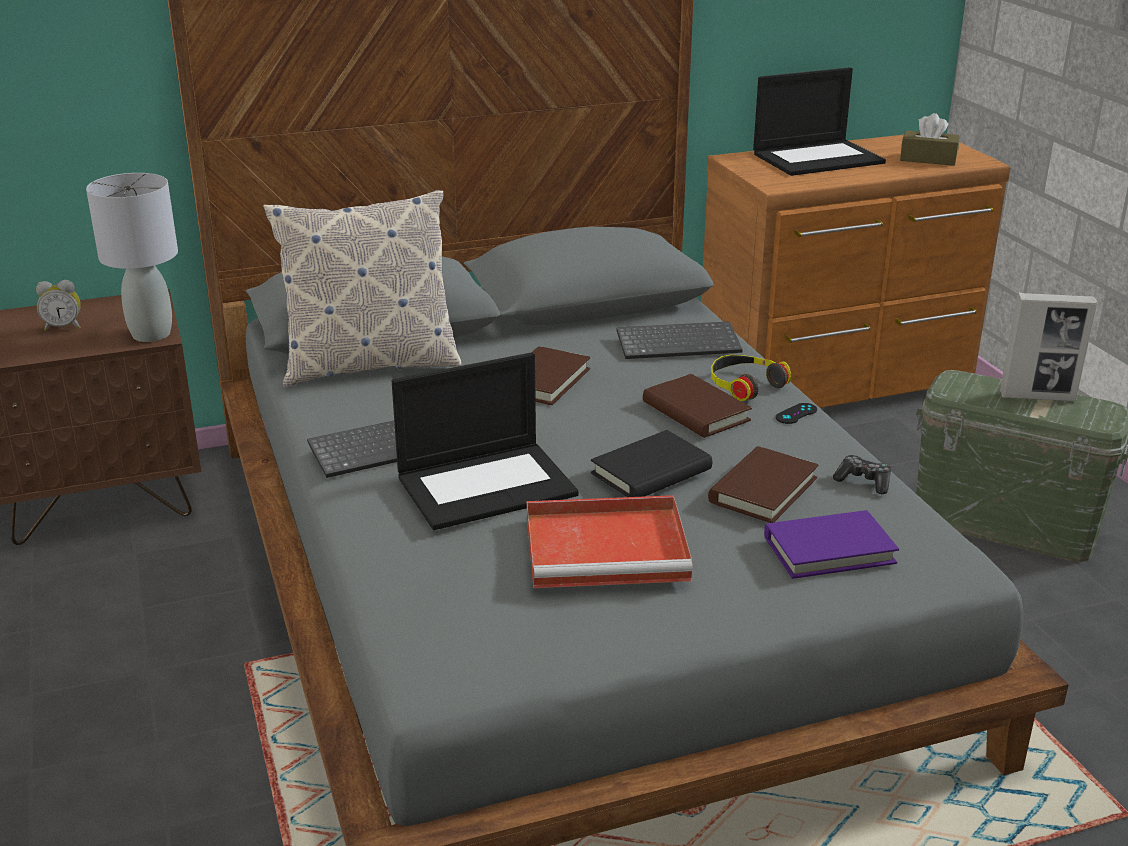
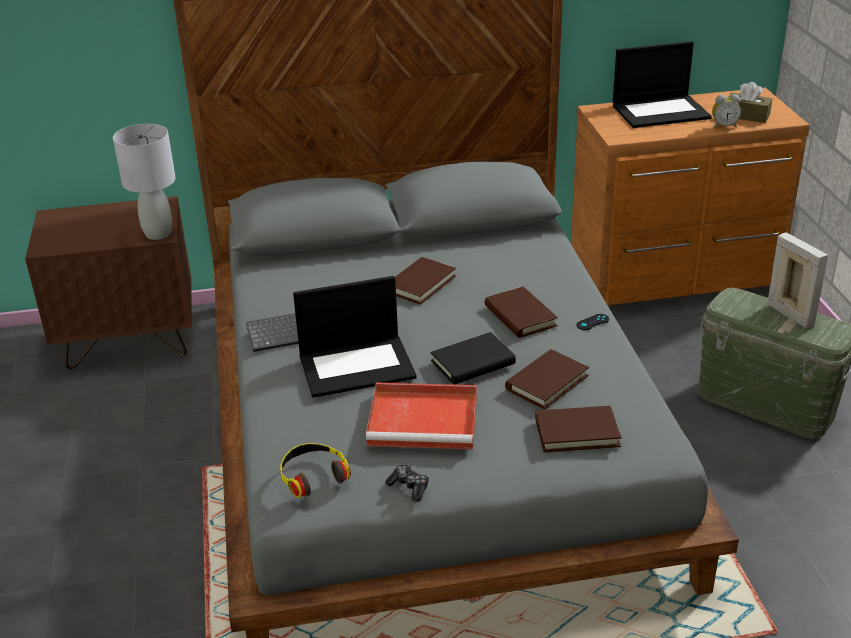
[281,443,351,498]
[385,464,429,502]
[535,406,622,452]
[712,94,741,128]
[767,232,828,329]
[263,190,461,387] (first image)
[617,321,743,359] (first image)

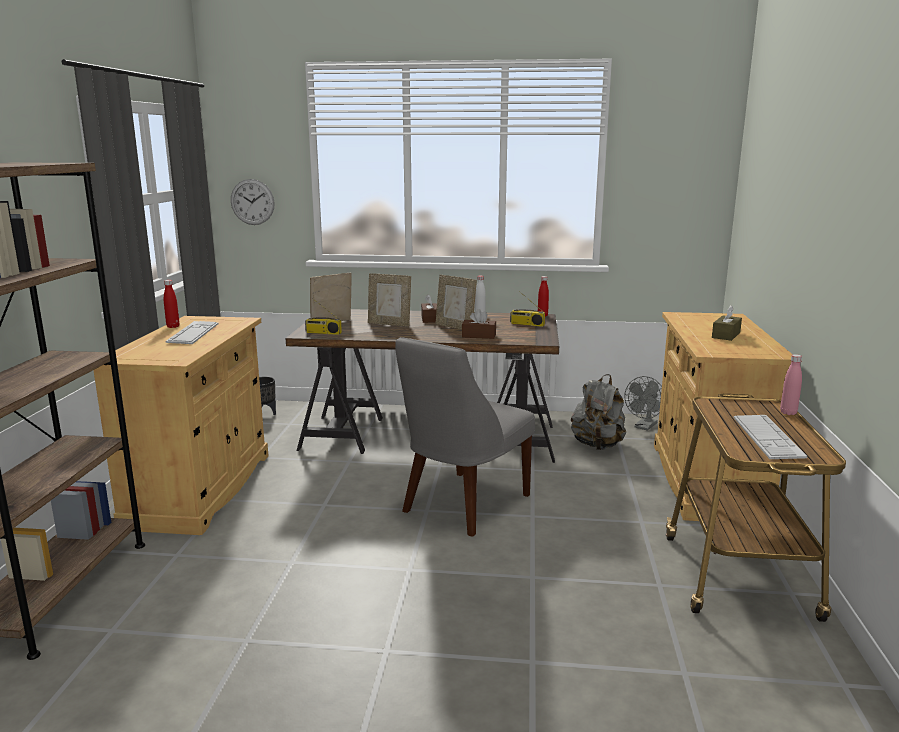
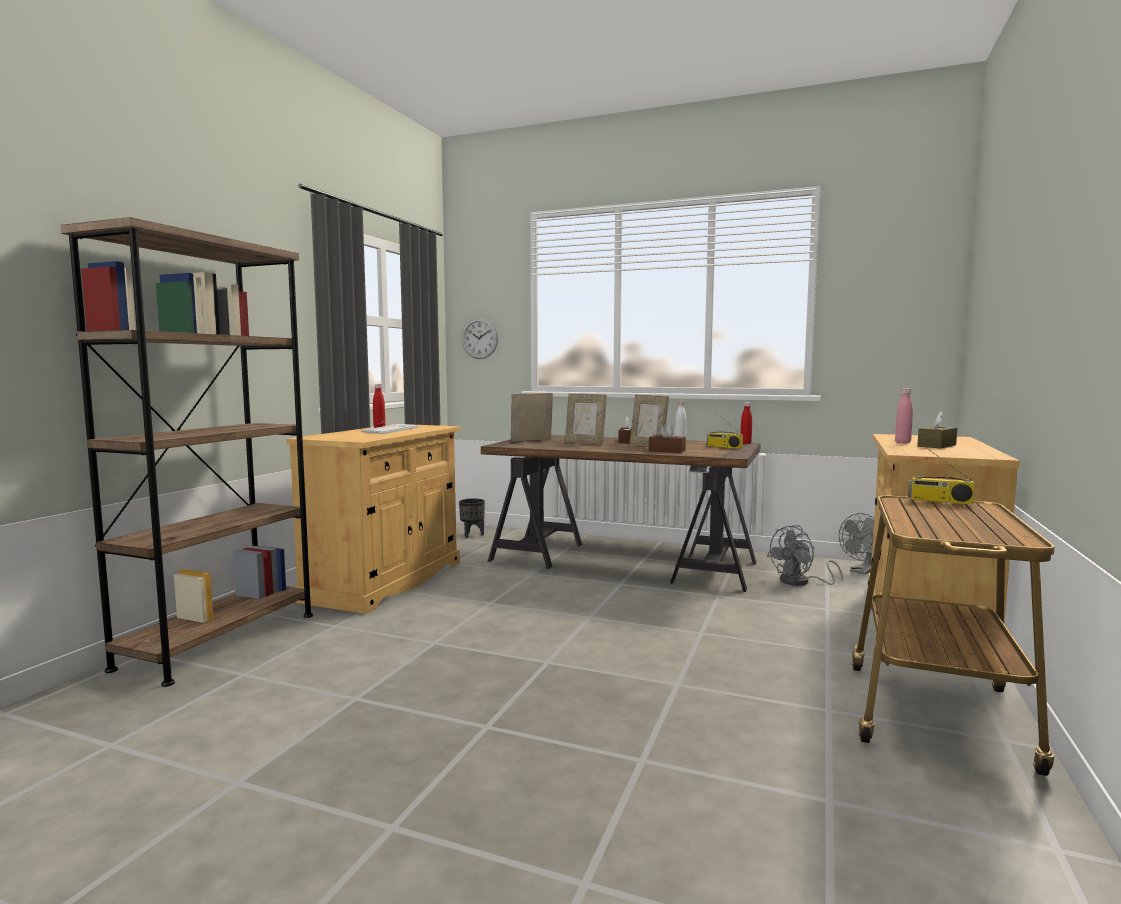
[767,525,843,586]
[895,389,913,443]
[908,446,975,504]
[395,337,535,537] (first image)
[734,415,807,459] (first image)

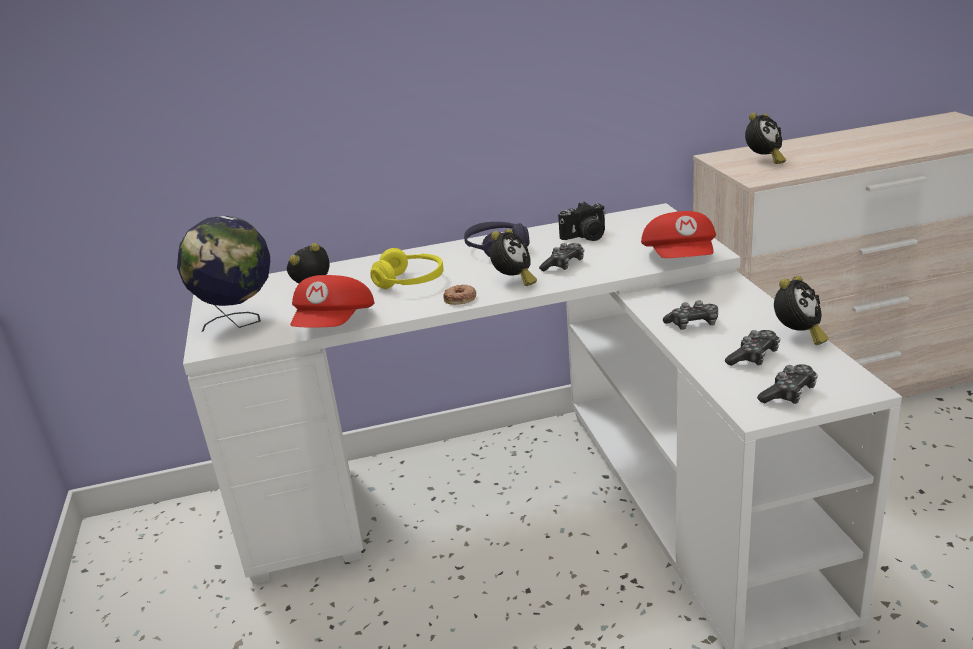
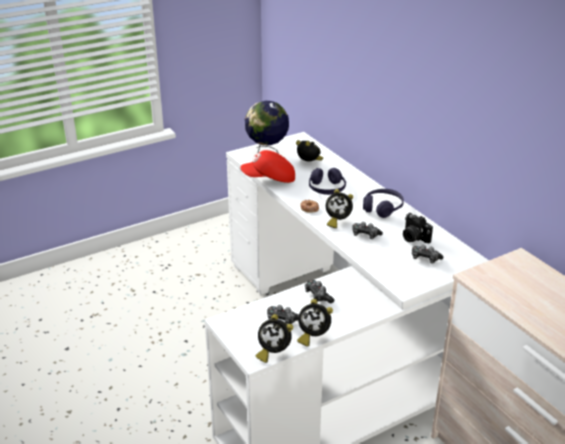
[255,314,293,363]
[309,168,346,195]
[412,245,443,263]
[641,211,716,258] (first image)

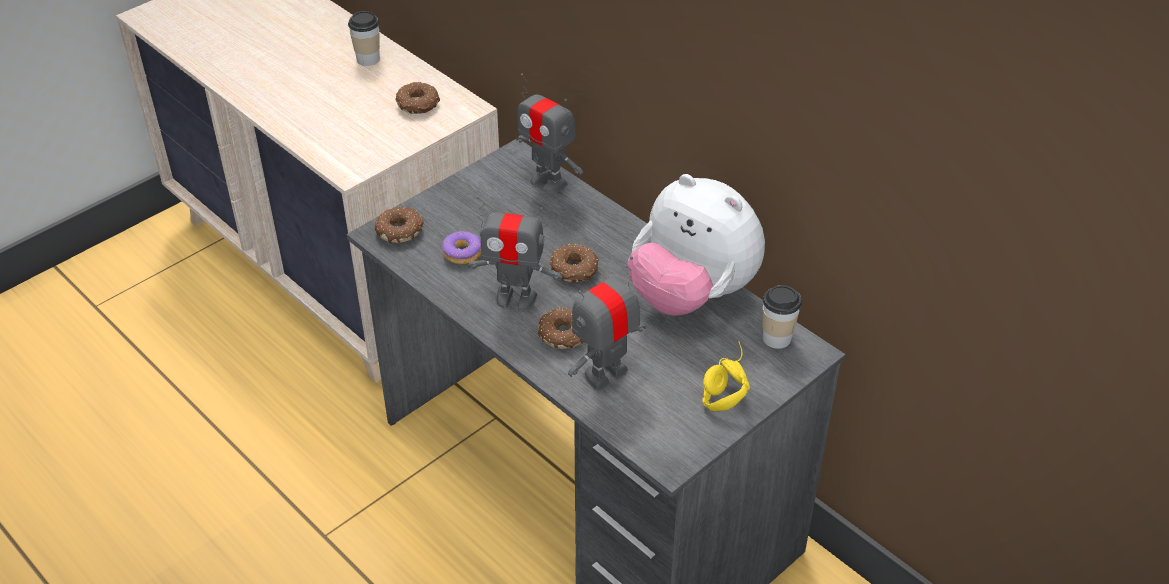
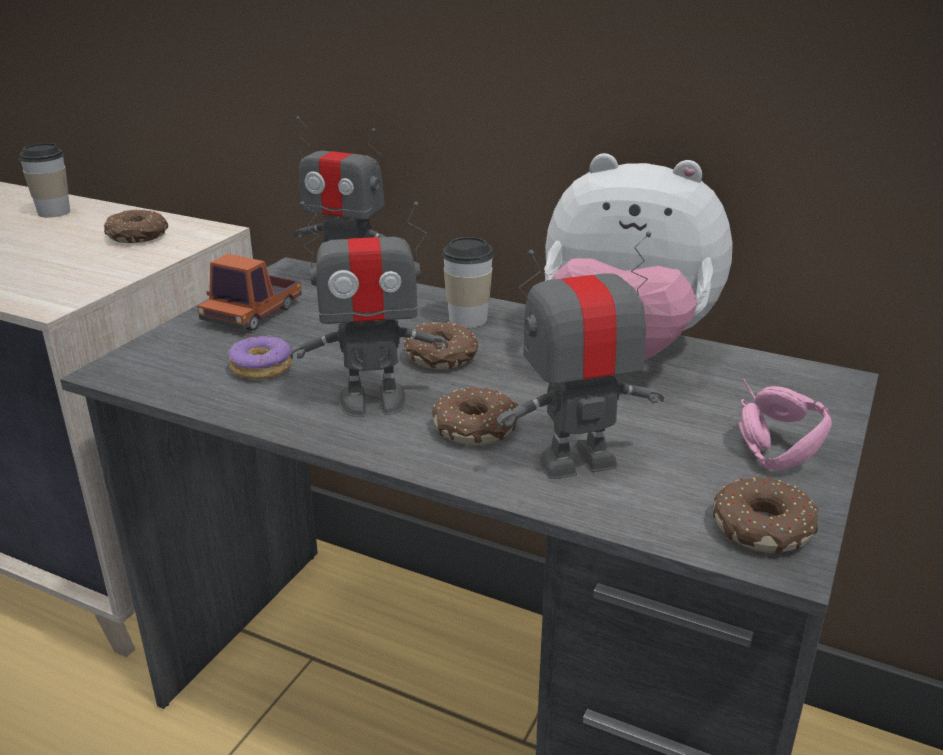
[198,254,302,331]
[442,237,494,328]
[497,231,664,479]
[713,476,819,554]
[738,379,832,471]

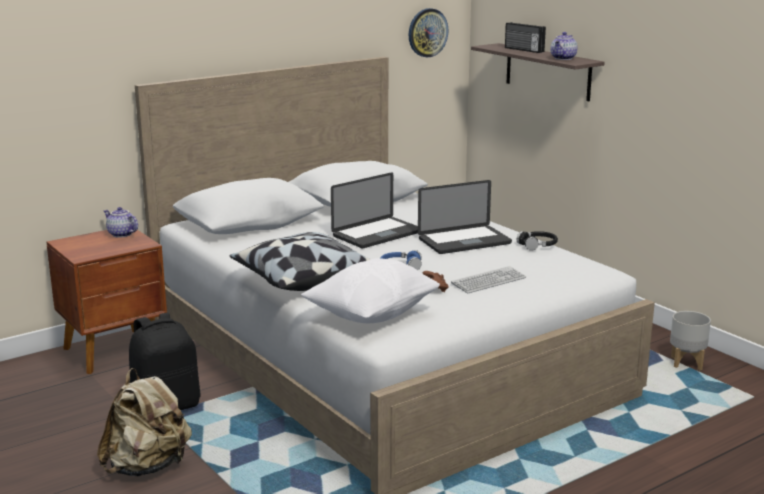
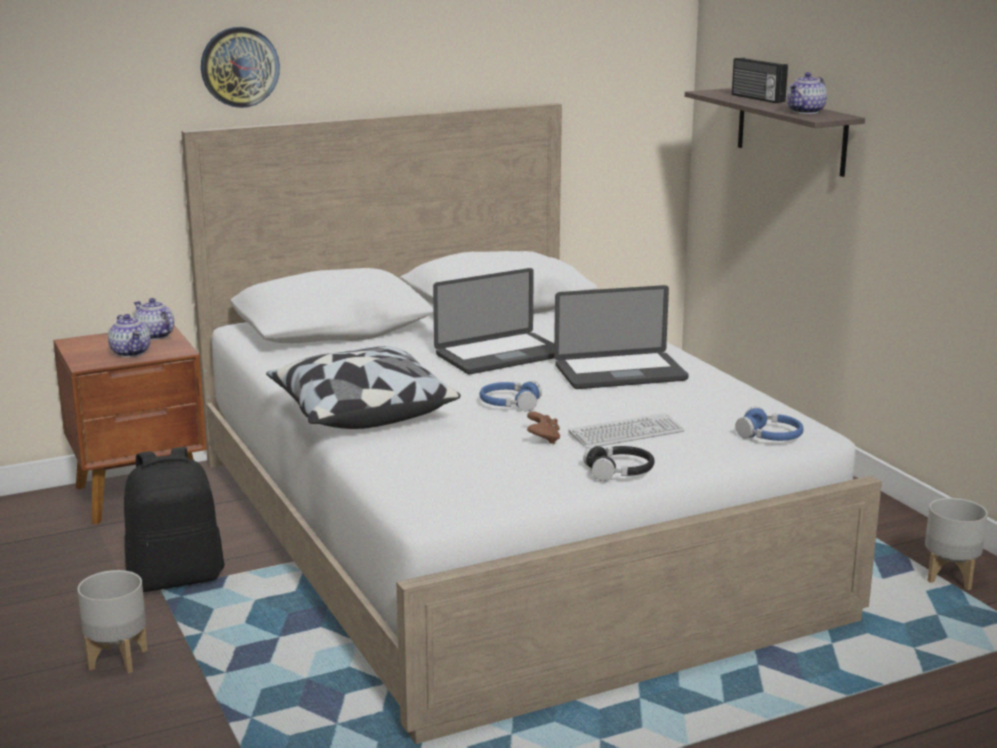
[77,570,148,673]
[108,314,151,357]
[201,27,280,108]
[583,445,654,481]
[736,407,804,441]
[301,258,440,323] (first image)

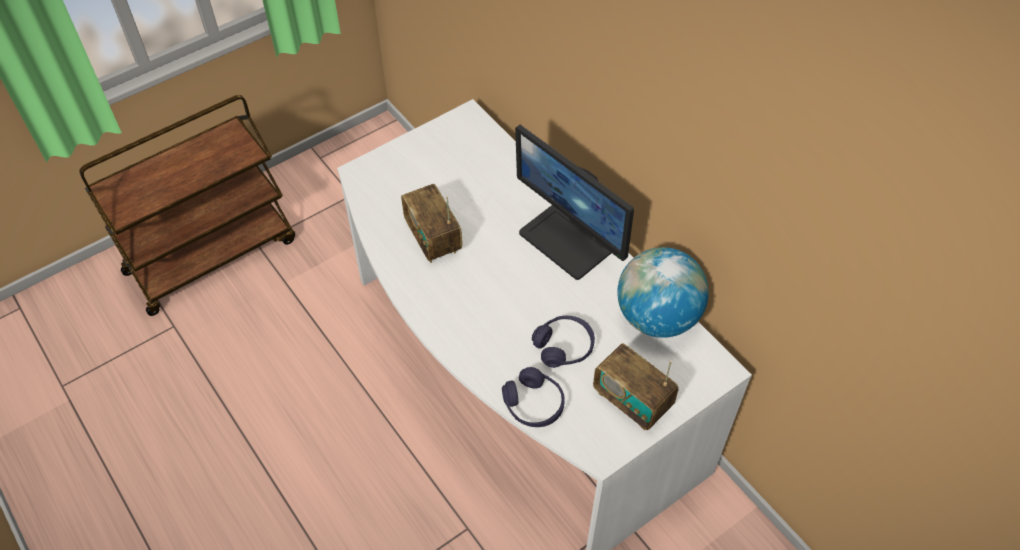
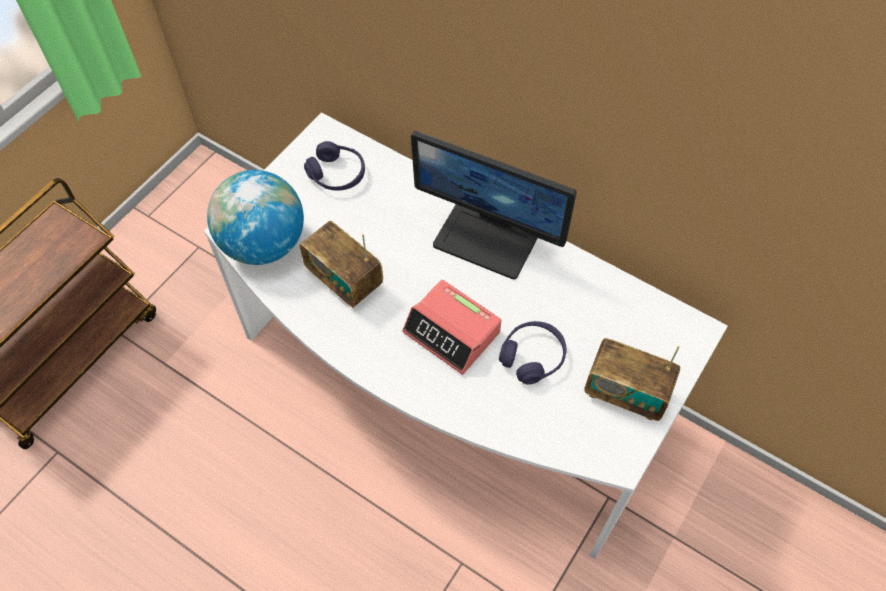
[207,170,304,265]
[304,141,365,191]
[402,280,501,375]

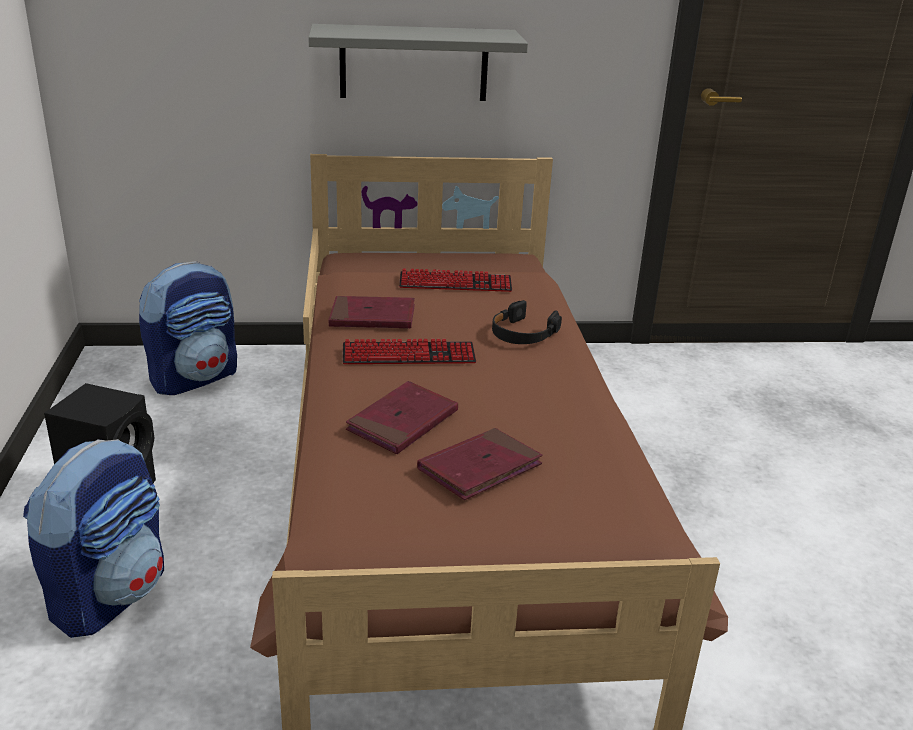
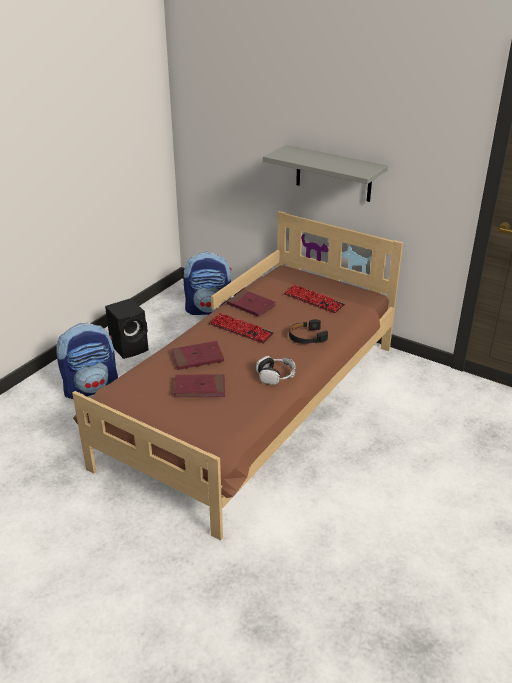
[256,356,296,385]

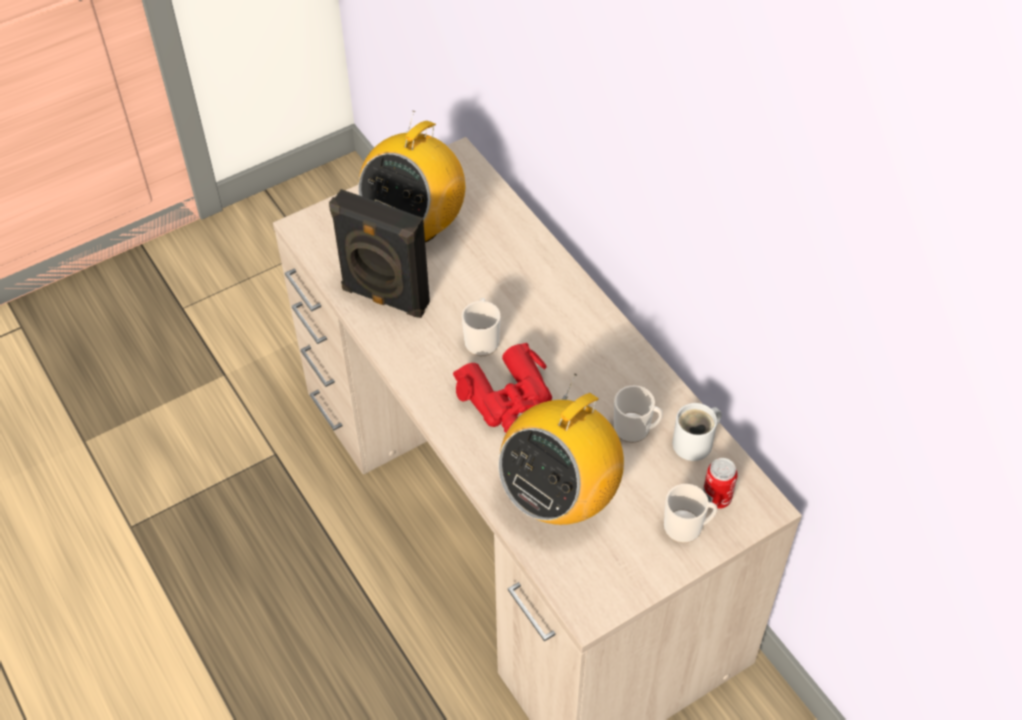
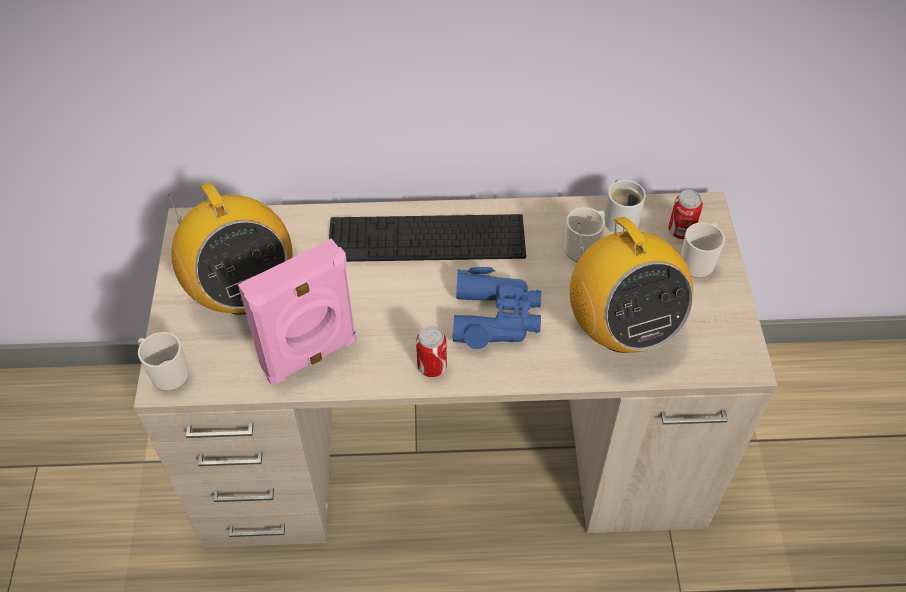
[138,332,189,391]
[238,238,357,385]
[329,214,526,262]
[416,326,447,377]
[452,267,541,349]

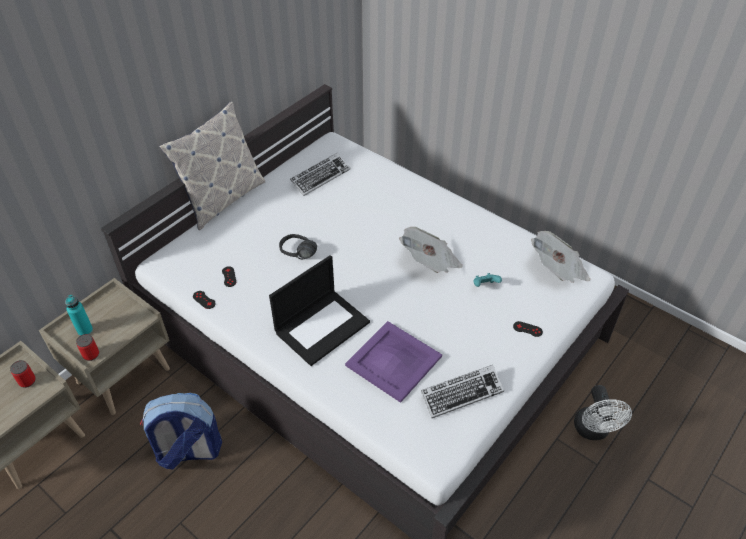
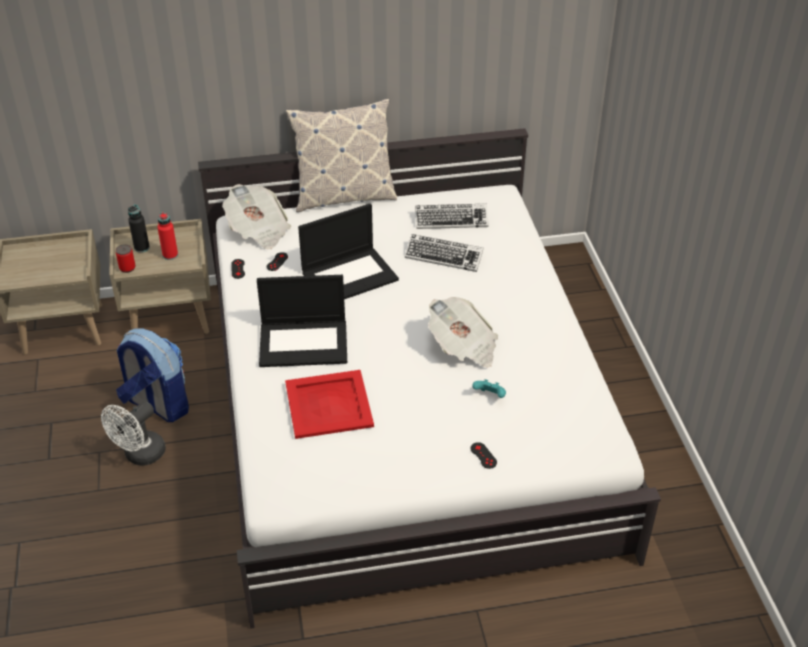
[101,401,166,466]
[128,205,150,253]
[157,212,178,260]
[222,184,291,249]
[285,370,374,439]
[298,204,399,299]
[405,234,484,272]
[10,360,36,388] (first image)

